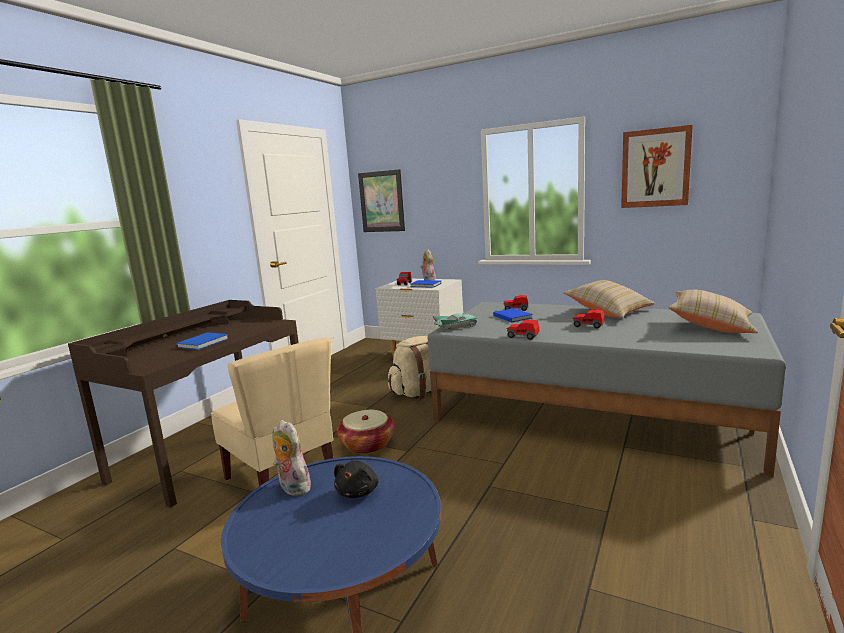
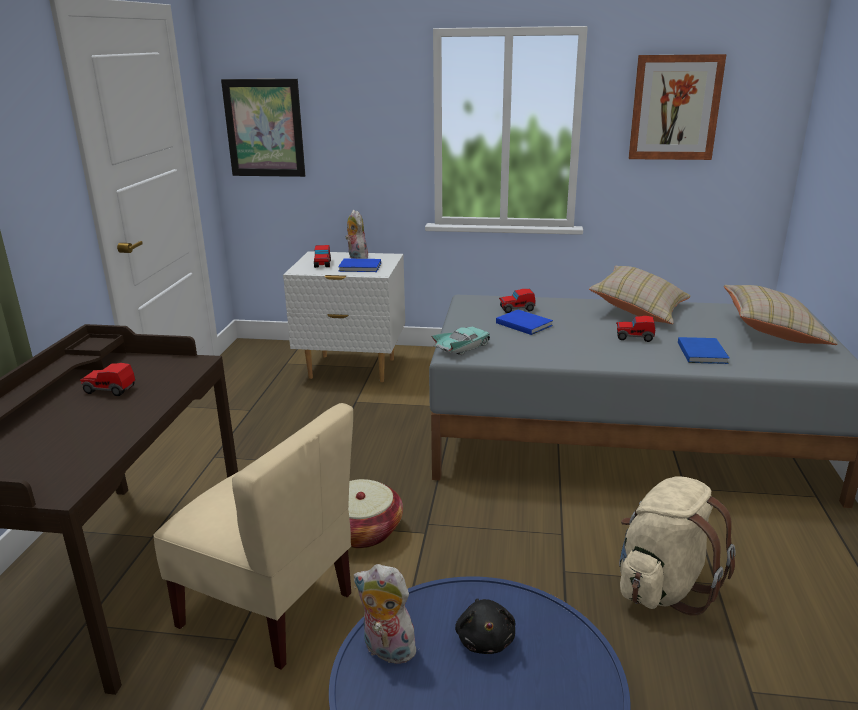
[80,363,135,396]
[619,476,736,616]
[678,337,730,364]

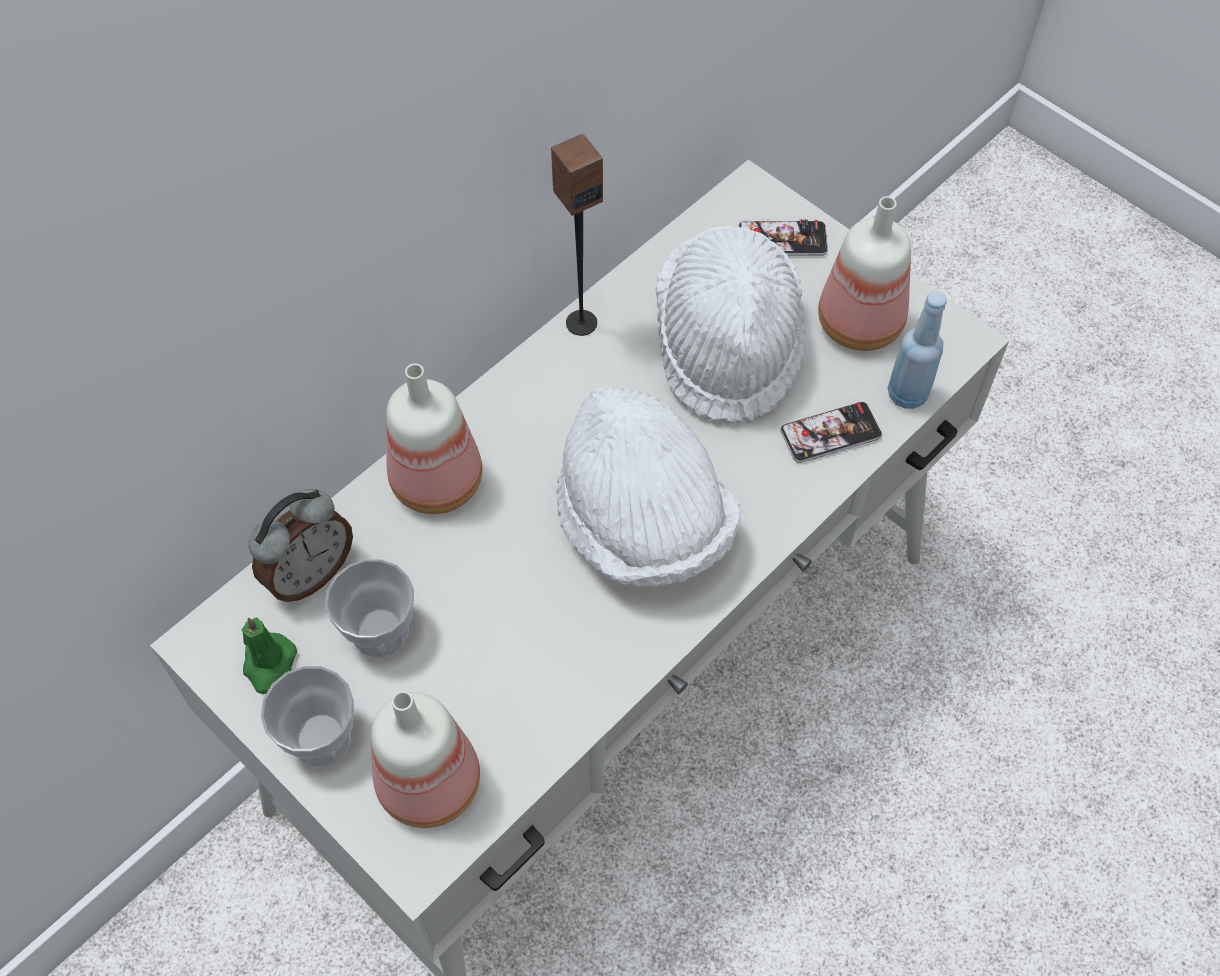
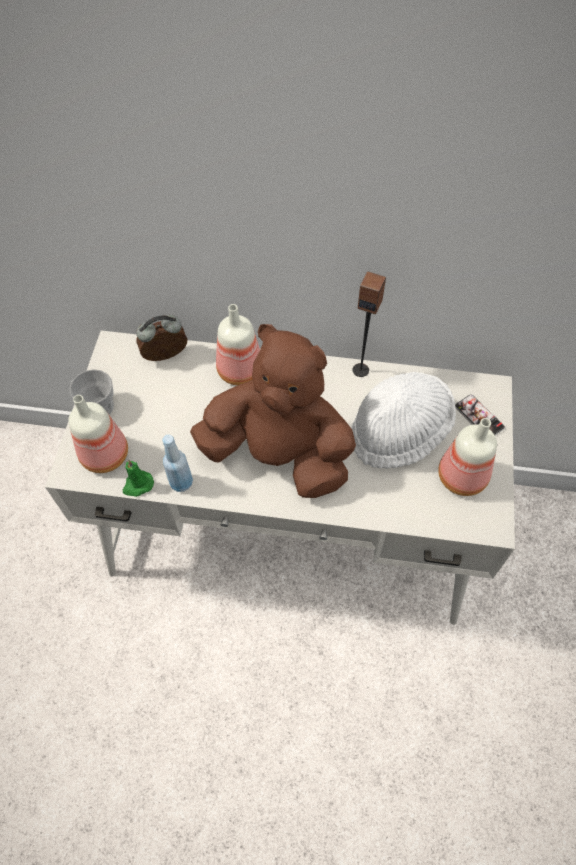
[123,460,154,497]
[136,315,187,361]
[163,434,193,492]
[190,324,356,498]
[325,559,414,657] (first image)
[780,402,882,463] (first image)

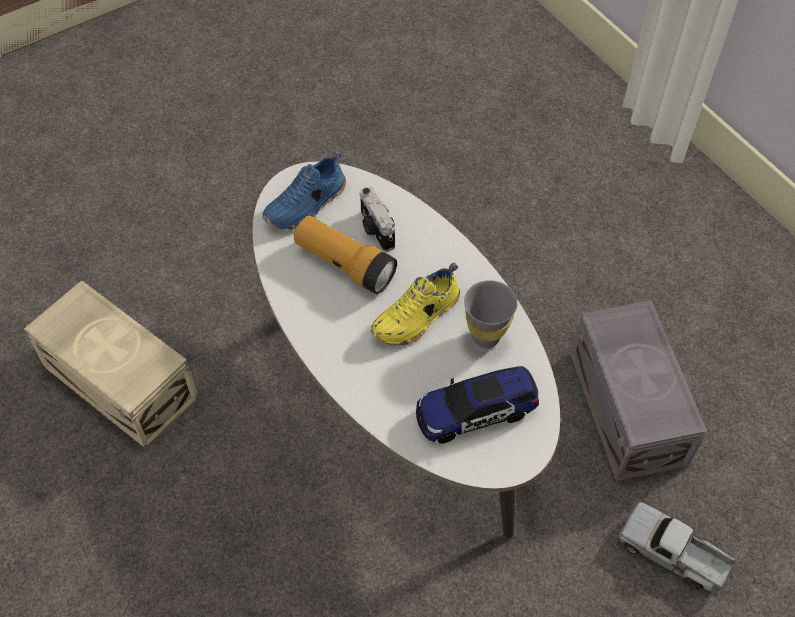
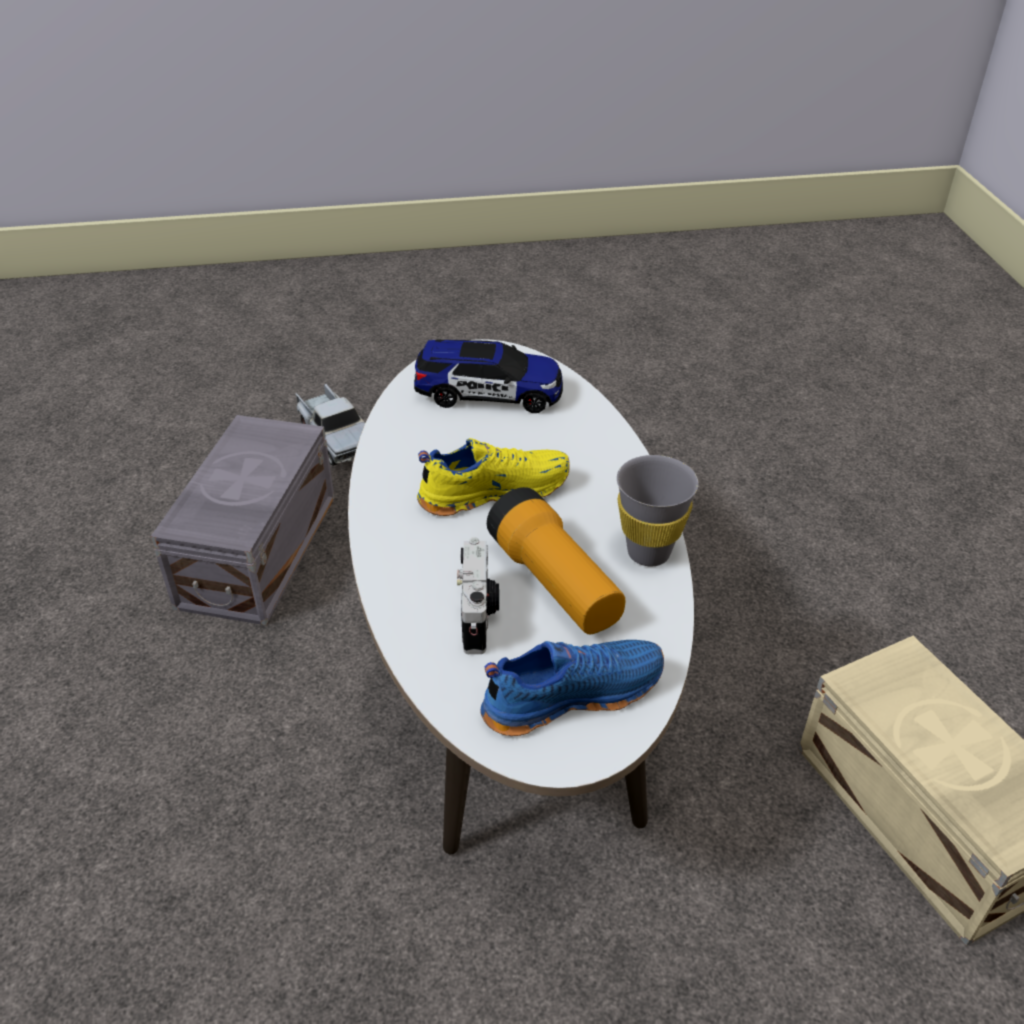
[617,455,699,566]

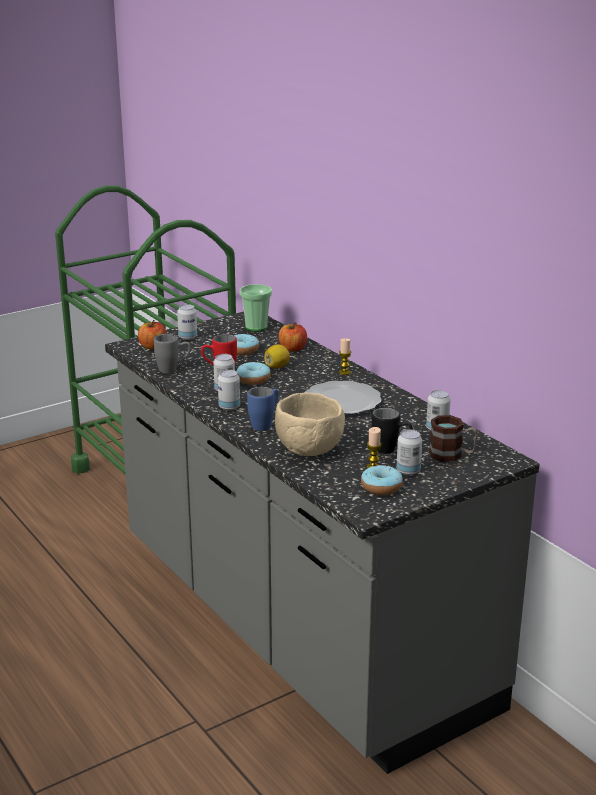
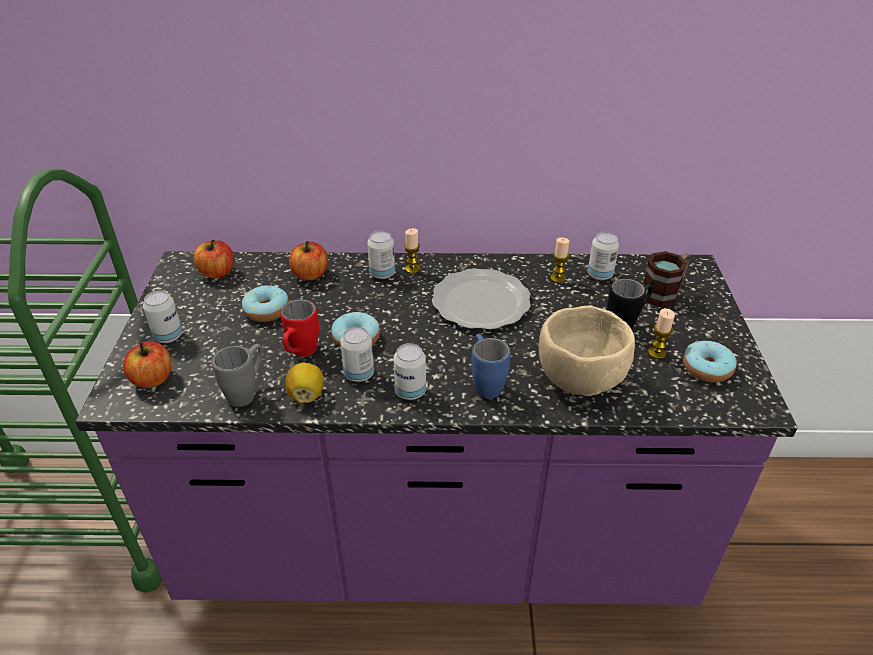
[75,251,798,605]
[193,239,234,278]
[285,363,324,403]
[367,231,395,279]
[550,237,570,283]

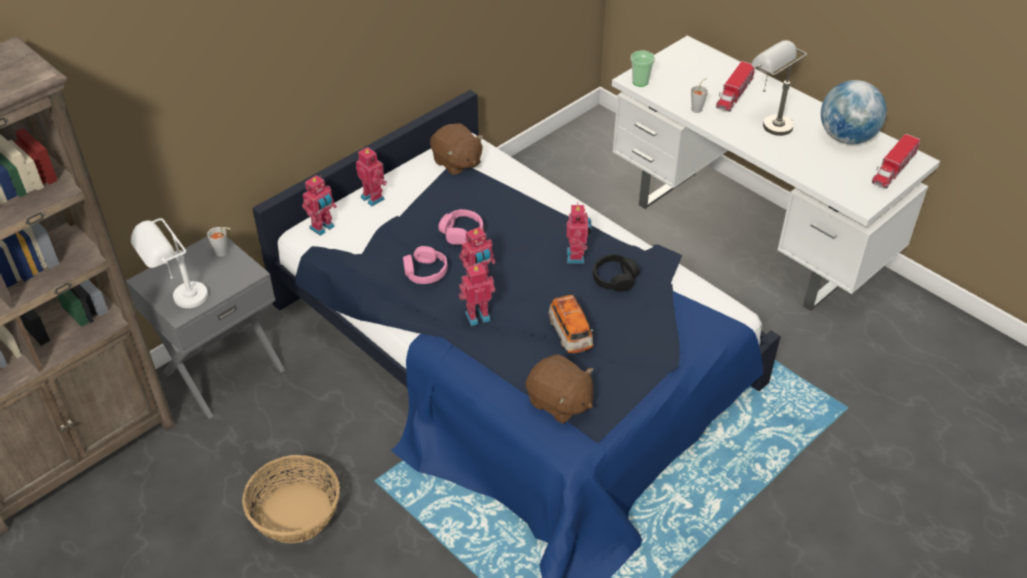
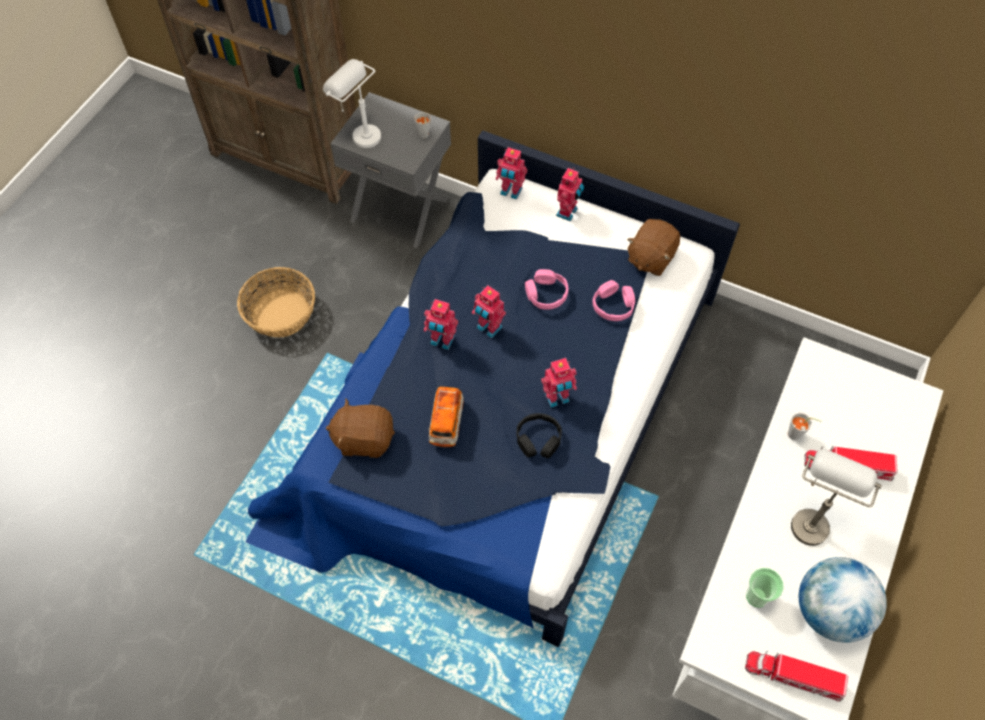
[326,399,395,458]
[424,299,458,350]
[427,387,464,447]
[592,280,635,321]
[746,568,784,607]

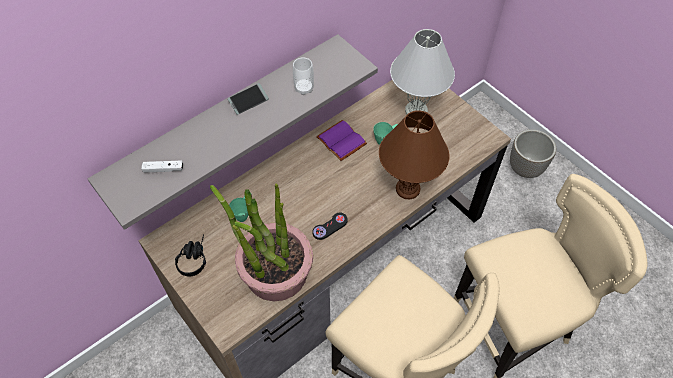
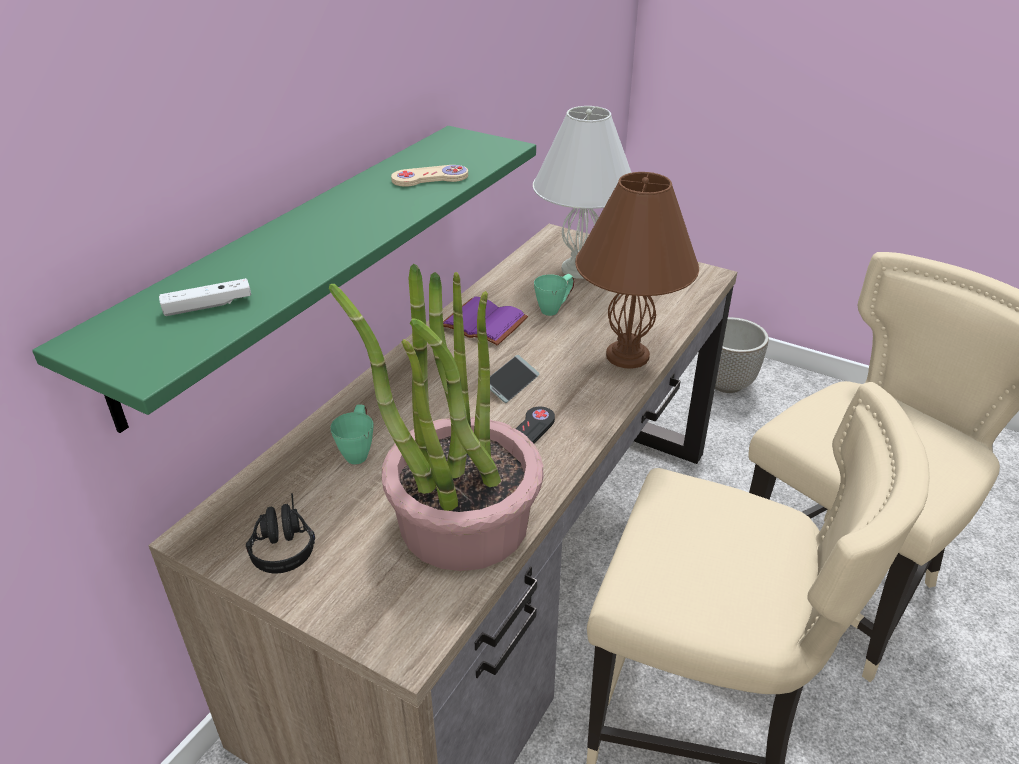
[32,126,536,433]
[391,165,468,187]
[490,355,539,403]

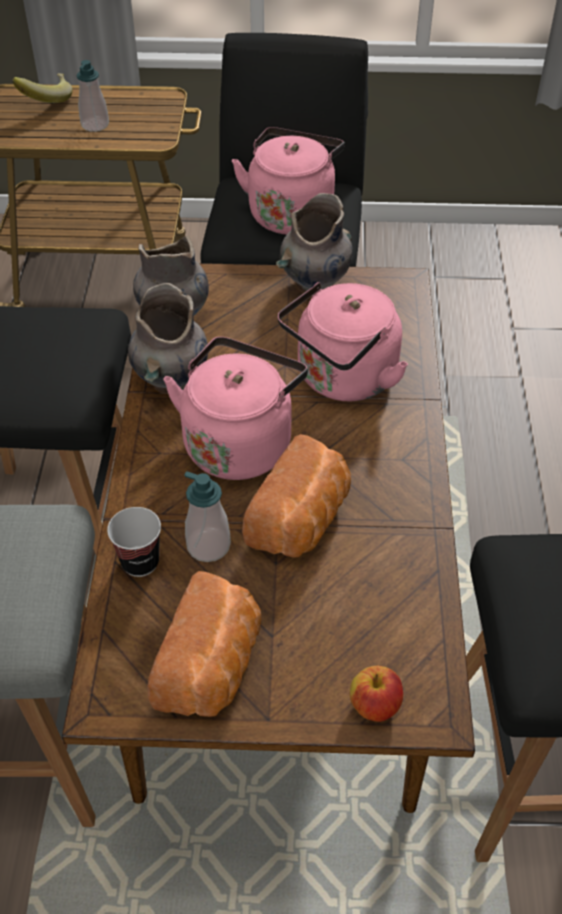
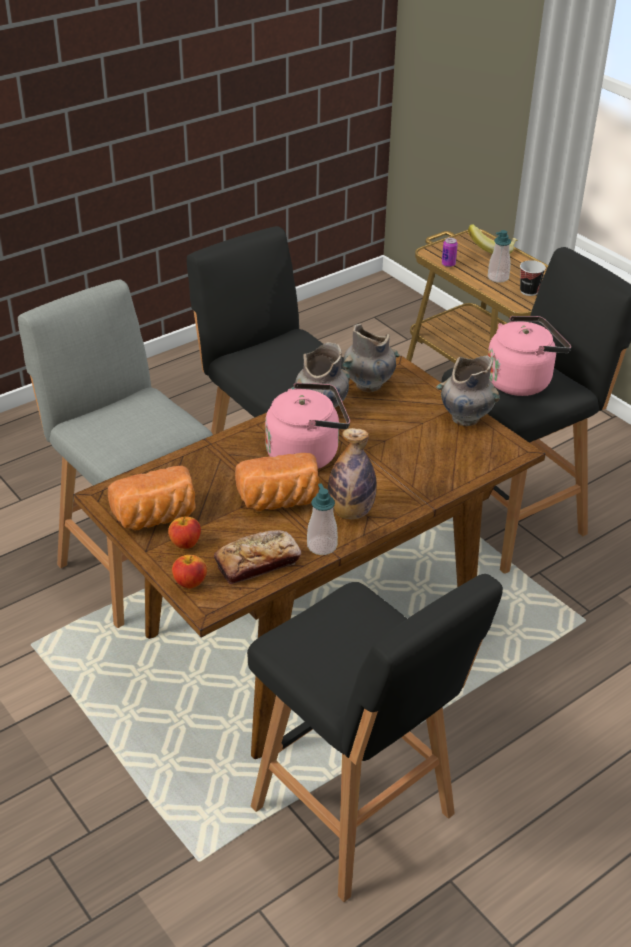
[168,517,201,549]
[214,530,301,585]
[307,483,338,555]
[328,428,377,519]
[442,238,458,267]
[520,260,546,296]
[277,282,408,402] (first image)

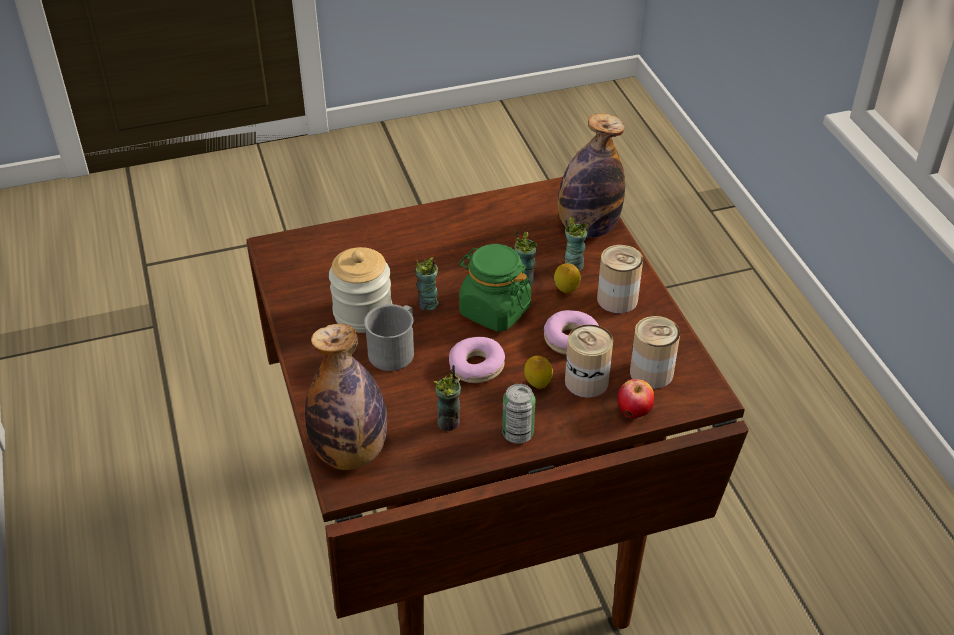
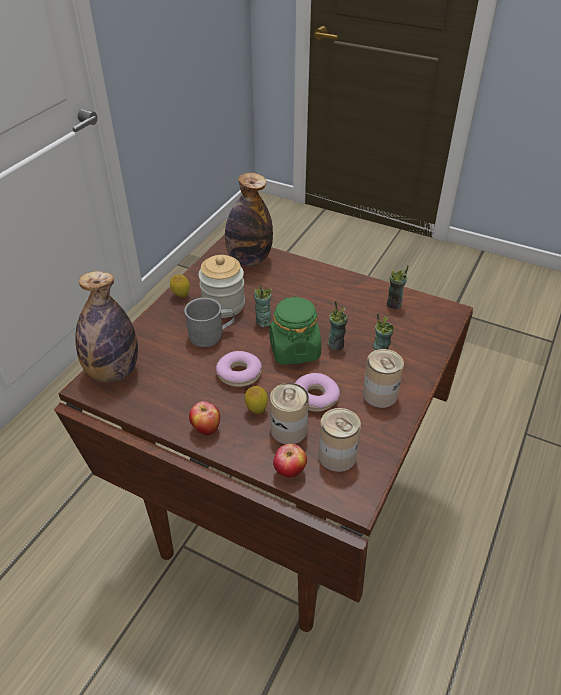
[170,274,190,298]
[189,401,220,435]
[225,173,273,266]
[387,265,409,309]

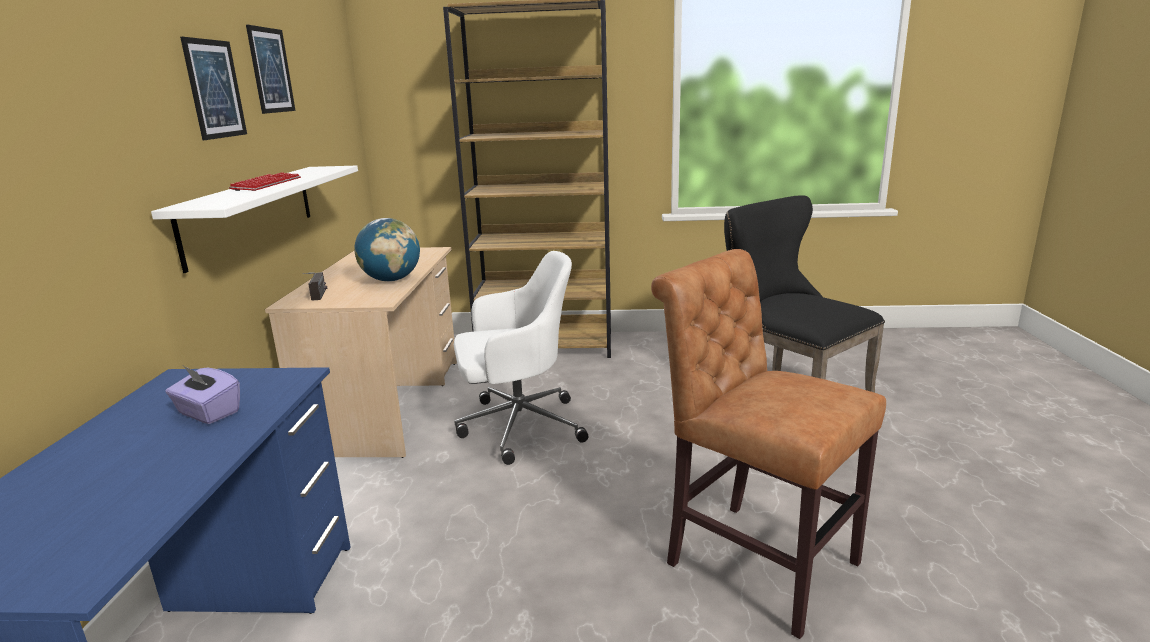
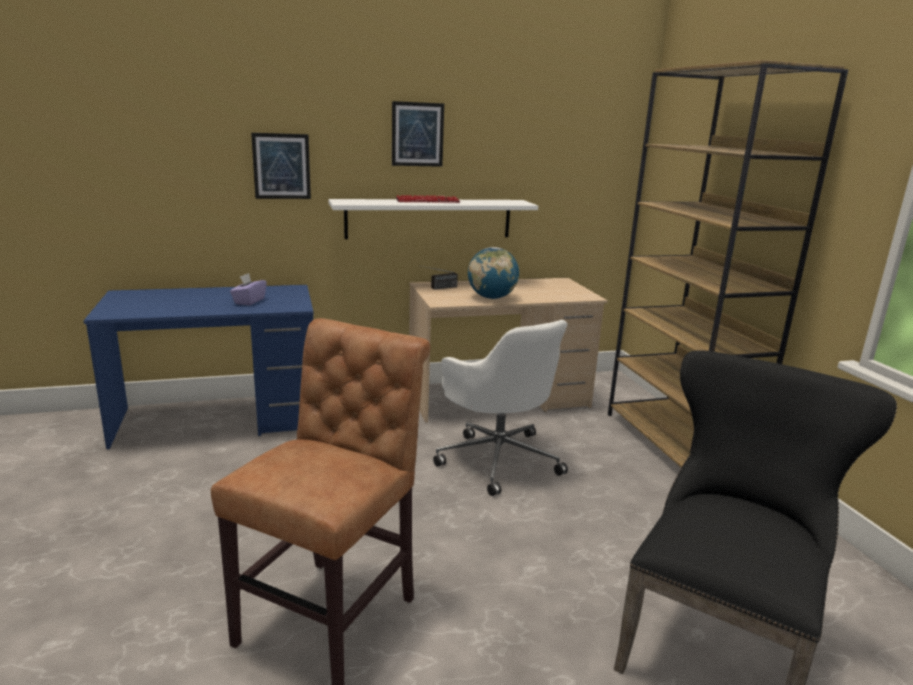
[251,133,311,199]

